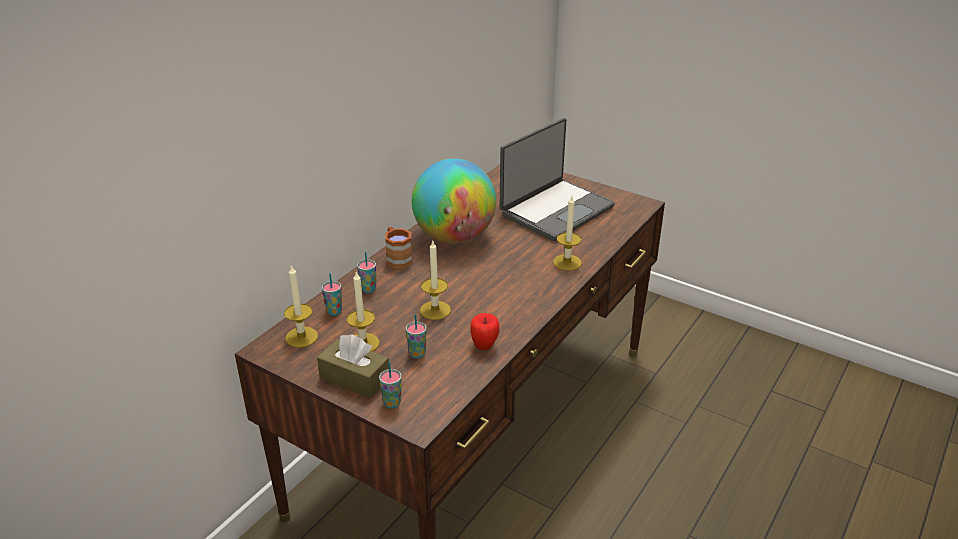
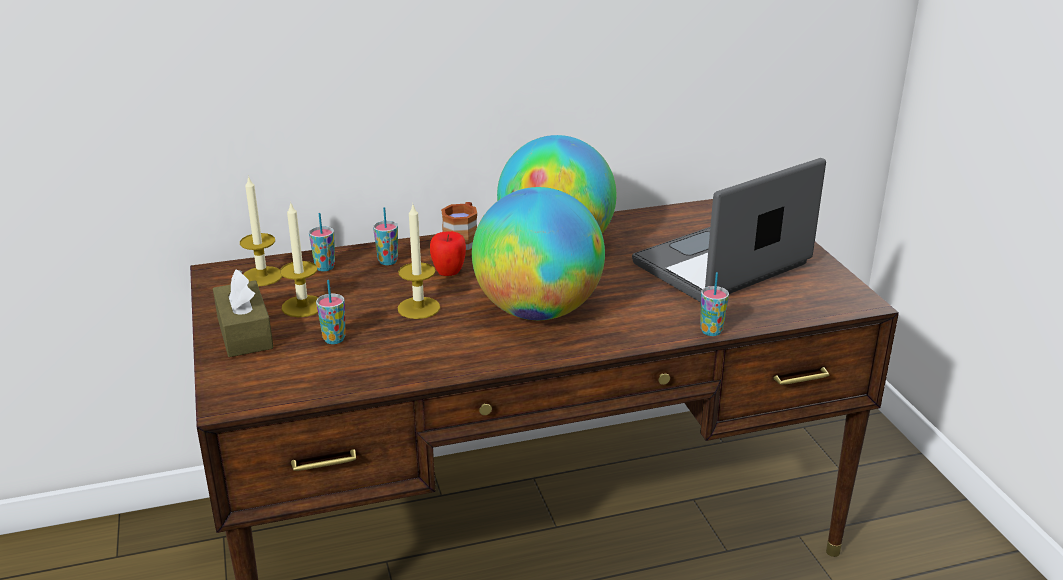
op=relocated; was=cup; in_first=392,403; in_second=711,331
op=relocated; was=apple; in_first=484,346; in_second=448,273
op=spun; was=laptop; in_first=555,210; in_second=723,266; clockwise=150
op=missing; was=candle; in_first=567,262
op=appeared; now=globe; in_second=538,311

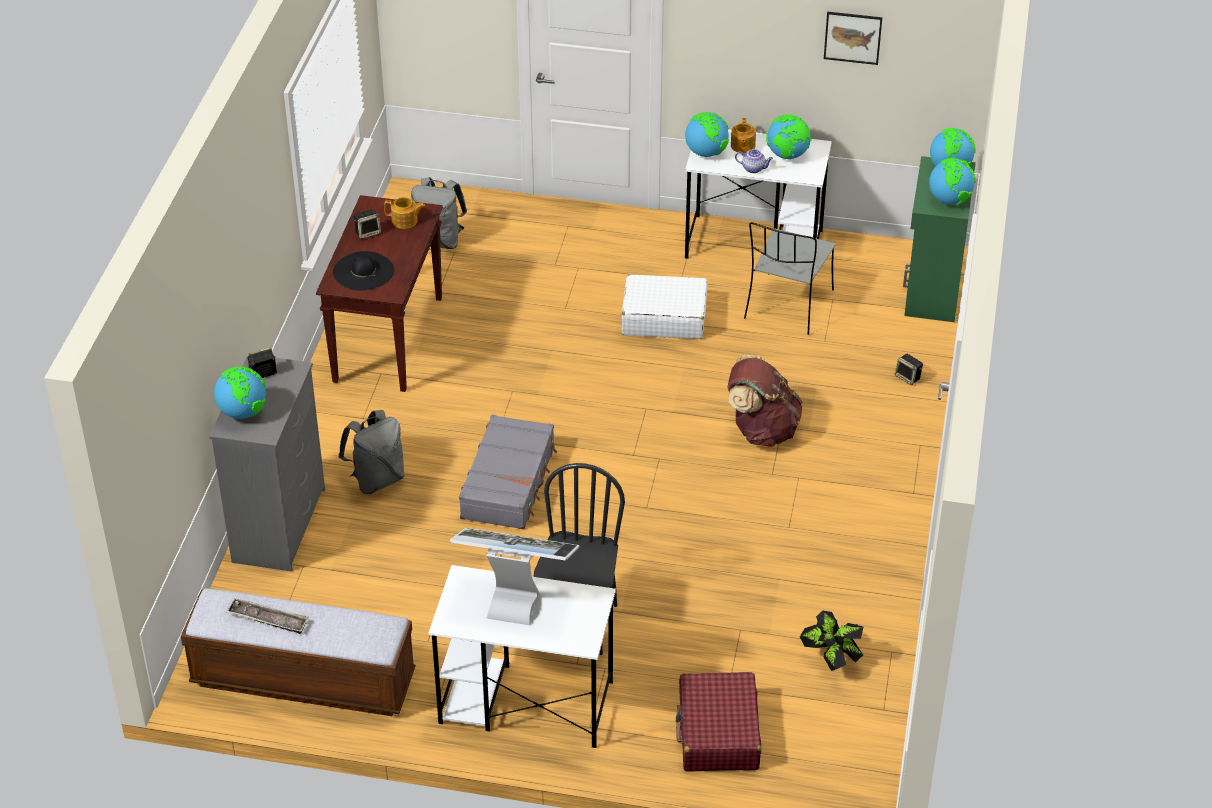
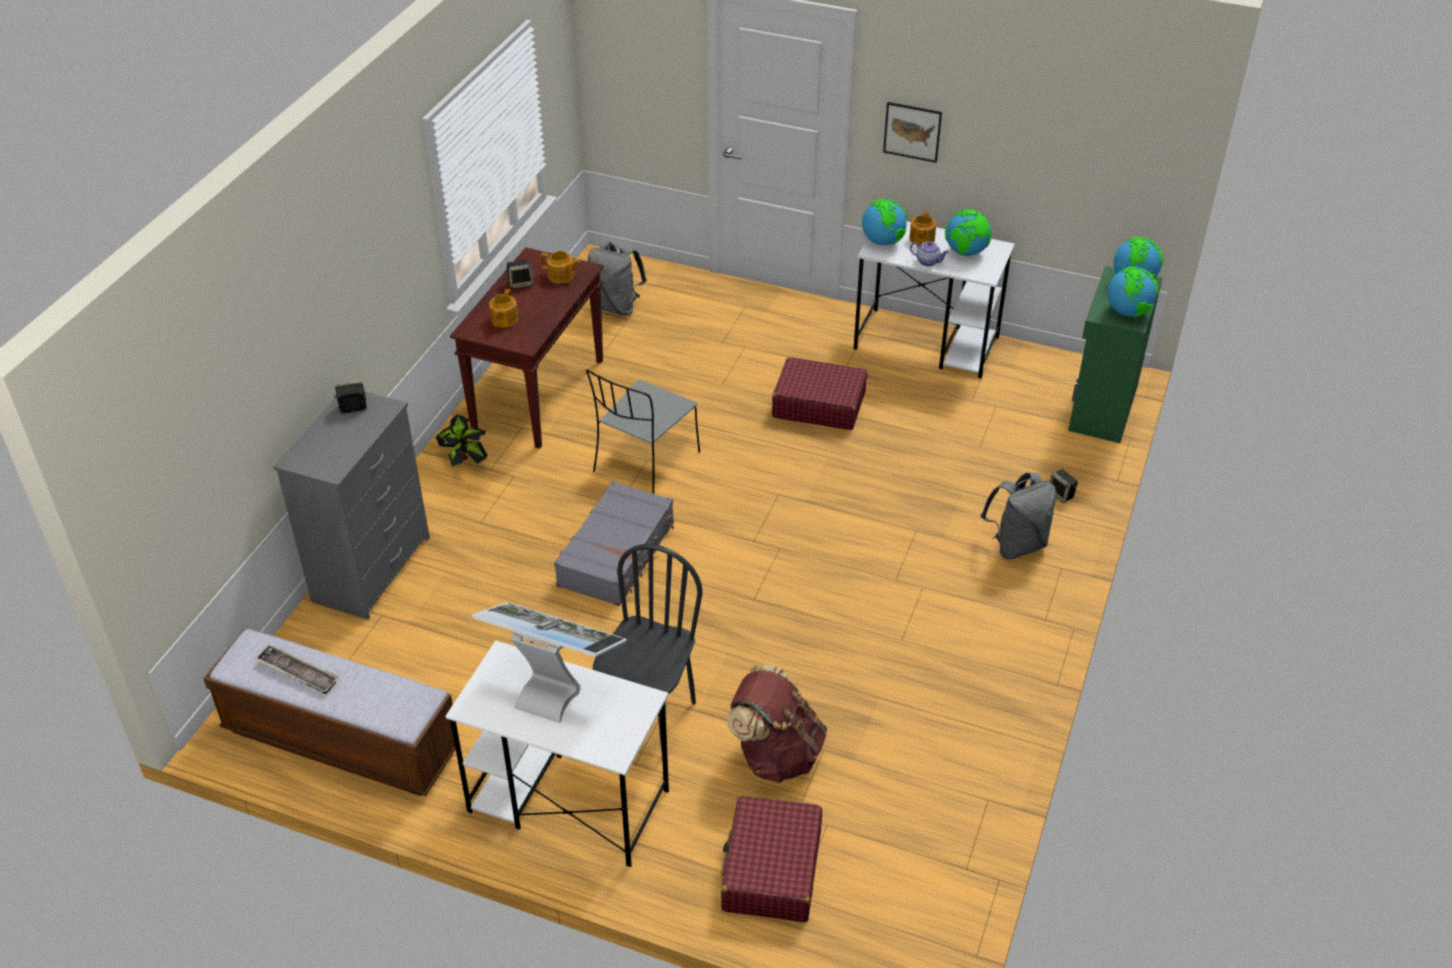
op=missing; was=globe; in_first=243,412
op=exchanged; was=hat in black; now=teapot; in_first=363,271; in_second=504,320
op=relocated; was=backpack in grey; in_first=377,479; in_second=1016,545
op=colour; was=suitcase in white; now=suitcase in red; in_first=663,317; in_second=818,404
op=relocated; was=backpack in brown; in_first=761,430; in_second=776,754
op=relocated; was=chair in grey; in_first=788,306; in_second=645,464
op=relocated; was=potted plant; in_first=831,660; in_second=465,462
op=relocated; was=picture; in_first=852,37; in_second=912,131

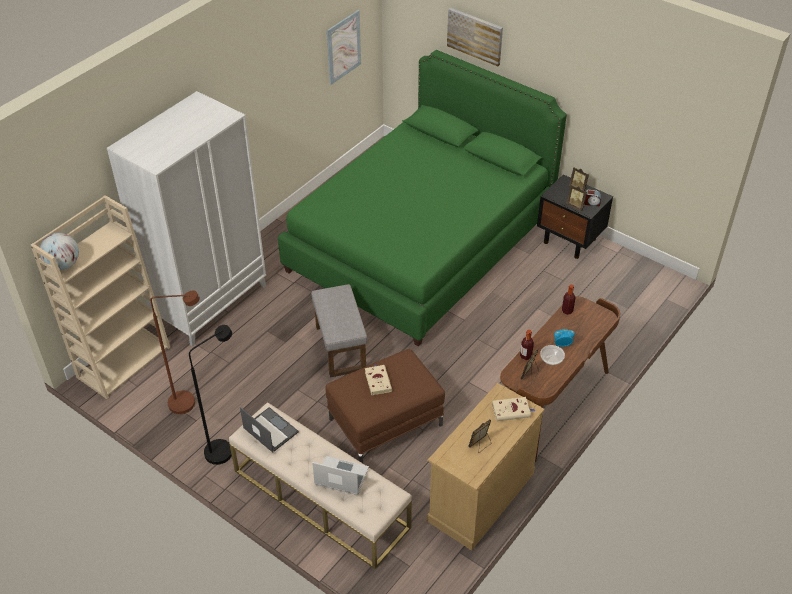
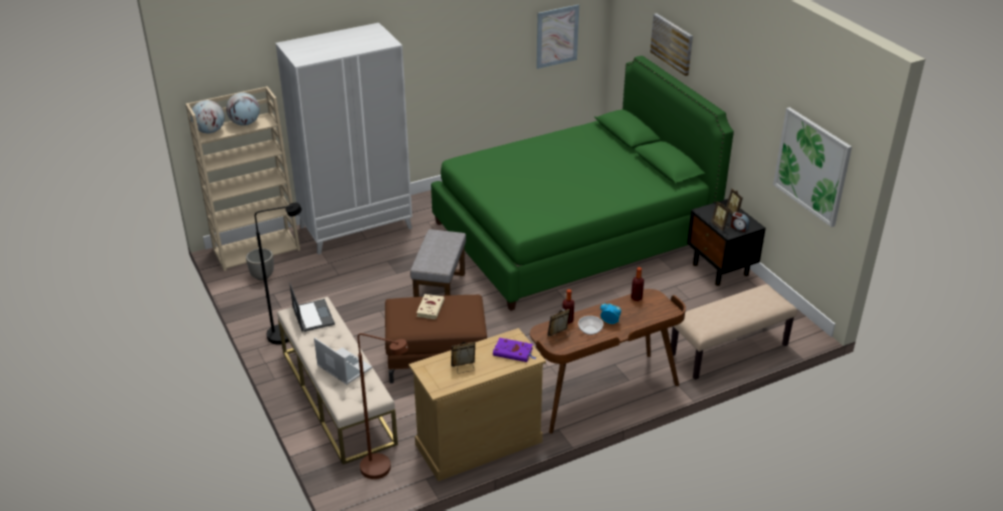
op=relocated; was=floor lamp in brown; in_first=189,402; in_second=384,469
op=colour; was=book in beige; now=book in purple; in_first=512,411; in_second=514,352
op=appeared; now=globe; in_second=245,123
op=appeared; now=planter; in_second=262,276
op=appeared; now=bench in beige; in_second=729,350
op=appeared; now=picture; in_second=812,166

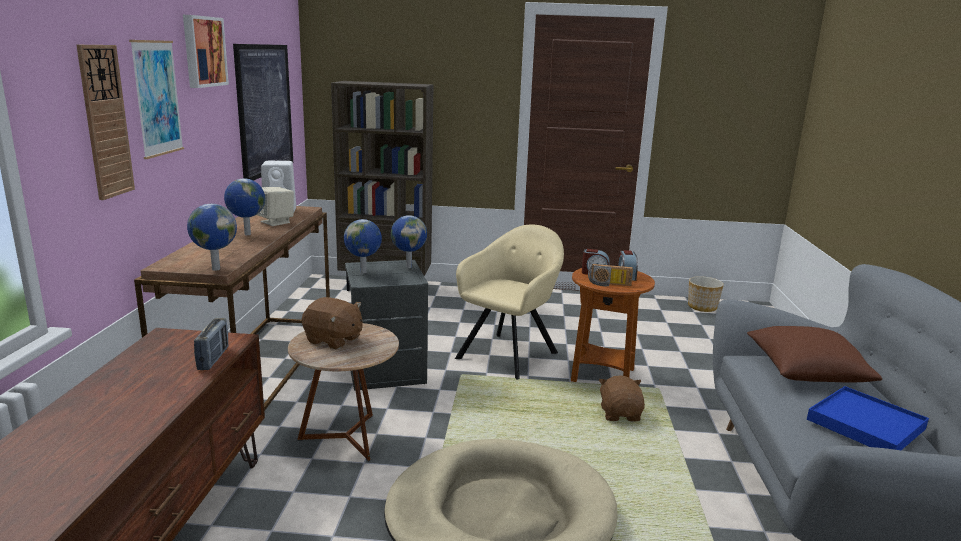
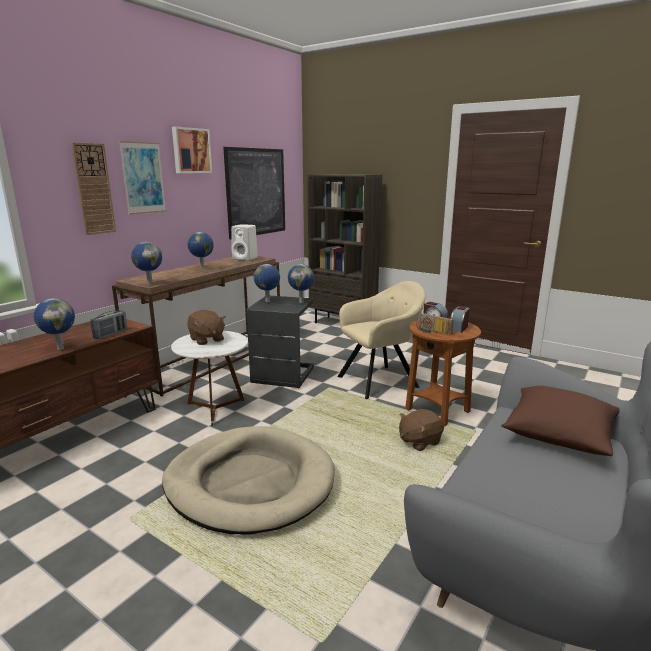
op=missing; was=speaker in beige; in_first=276,222
op=colour; was=side table in brown; now=side table in white; in_first=347,438; in_second=215,409
op=spun; was=plush toy in brown; in_first=620,414; in_second=419,441; clockwise=-150
op=missing; was=planter; in_first=702,307
op=missing; was=tray in blue; in_first=866,424
op=appeared; now=globe; in_second=60,348

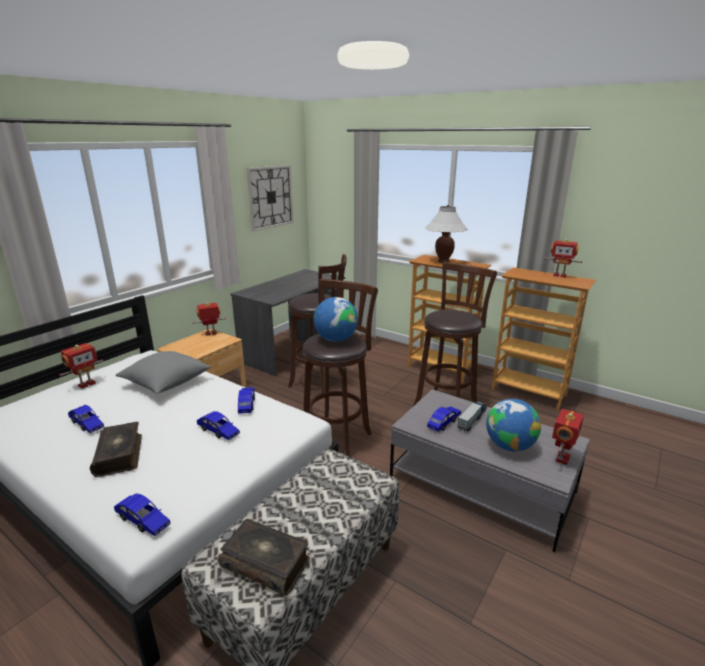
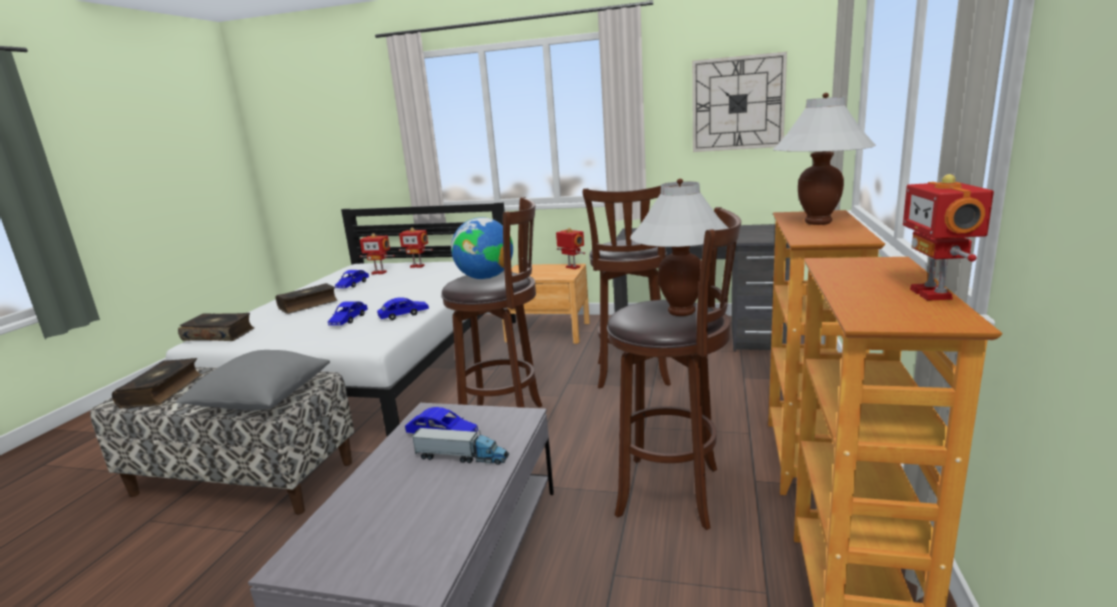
op=exchanged; was=toy car in blue; now=book; in_first=143,520; in_second=219,335
op=relocated; was=pillow in grey; in_first=166,383; in_second=262,400
op=missing; was=globe; in_first=509,446
op=relocated; was=toy robot; in_first=561,458; in_second=379,272
op=appeared; now=table lamp in white; in_second=681,312

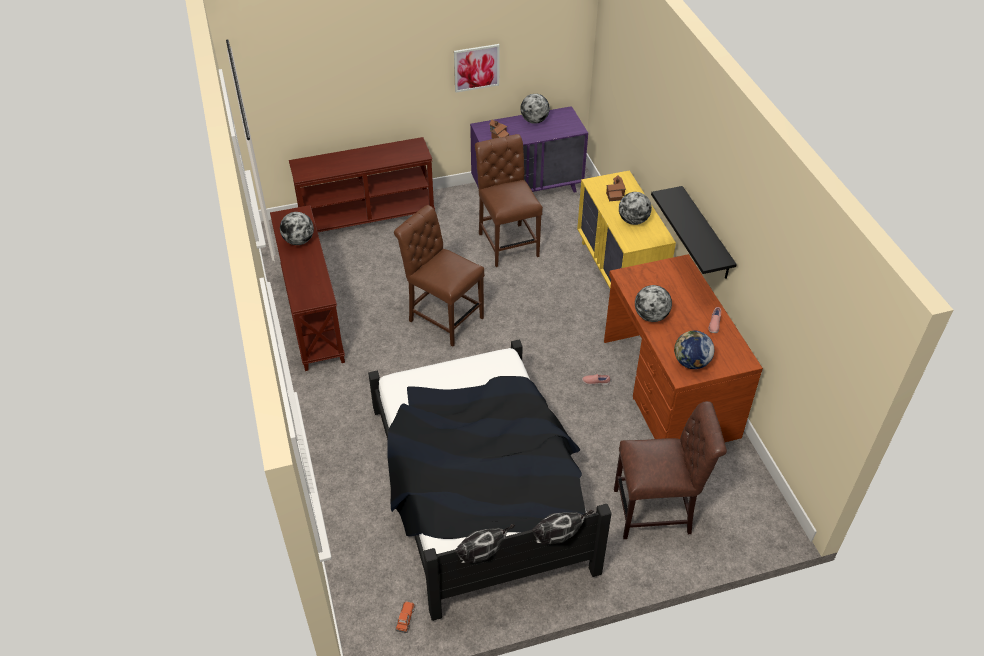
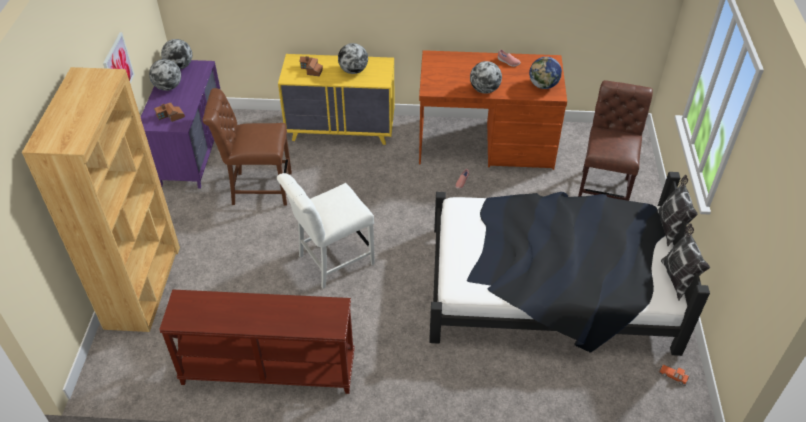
op=relocated; was=globe; in_first=299,241; in_second=179,66
op=exchanged; was=console table in brown; now=bookcase in brown; in_first=367,217; in_second=143,286
op=colour; was=chair in brown; now=chair in white; in_first=443,317; in_second=332,261
op=missing; was=shelf in black; in_first=706,234

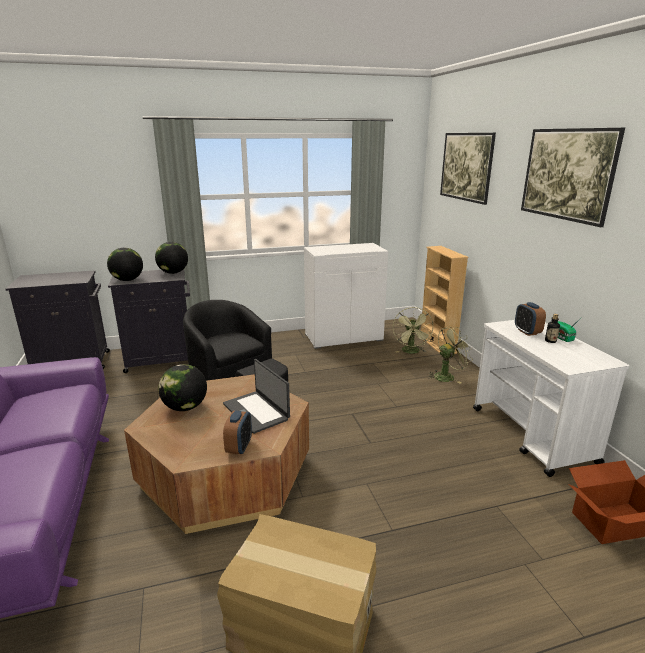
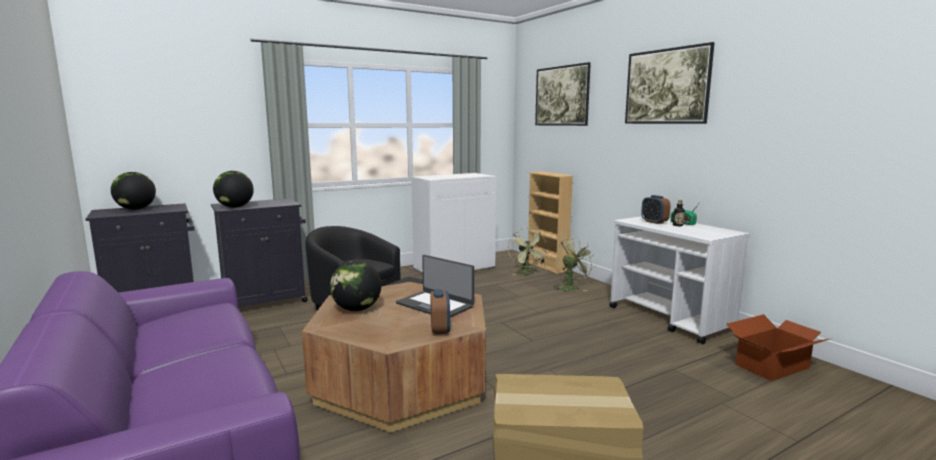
op=relocated; was=globe; in_first=173,273; in_second=136,209

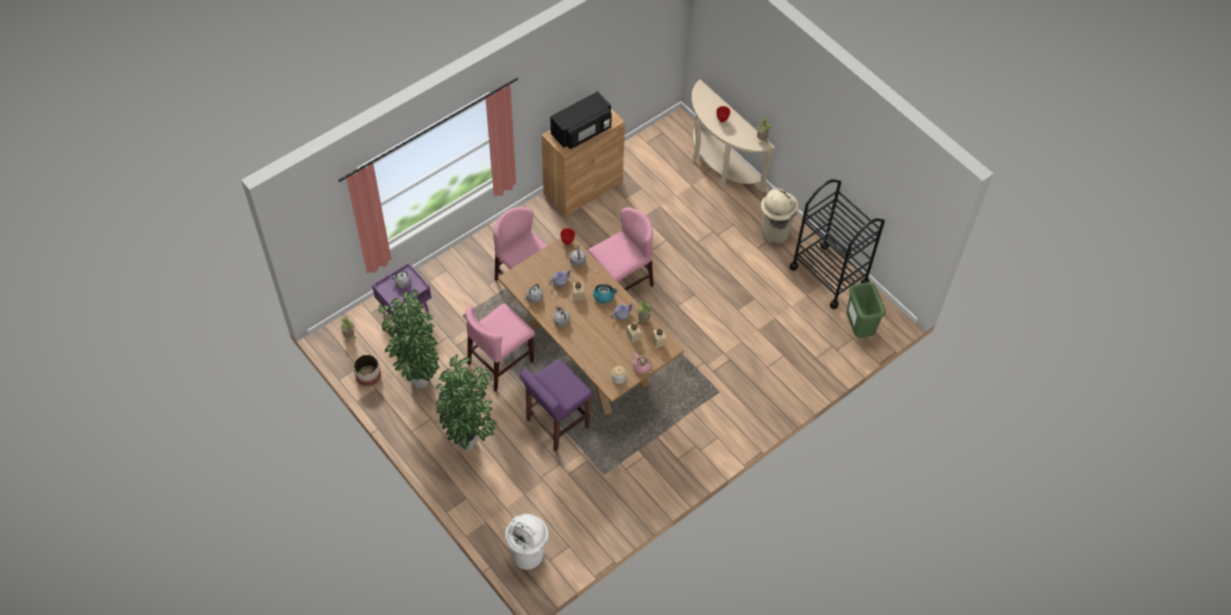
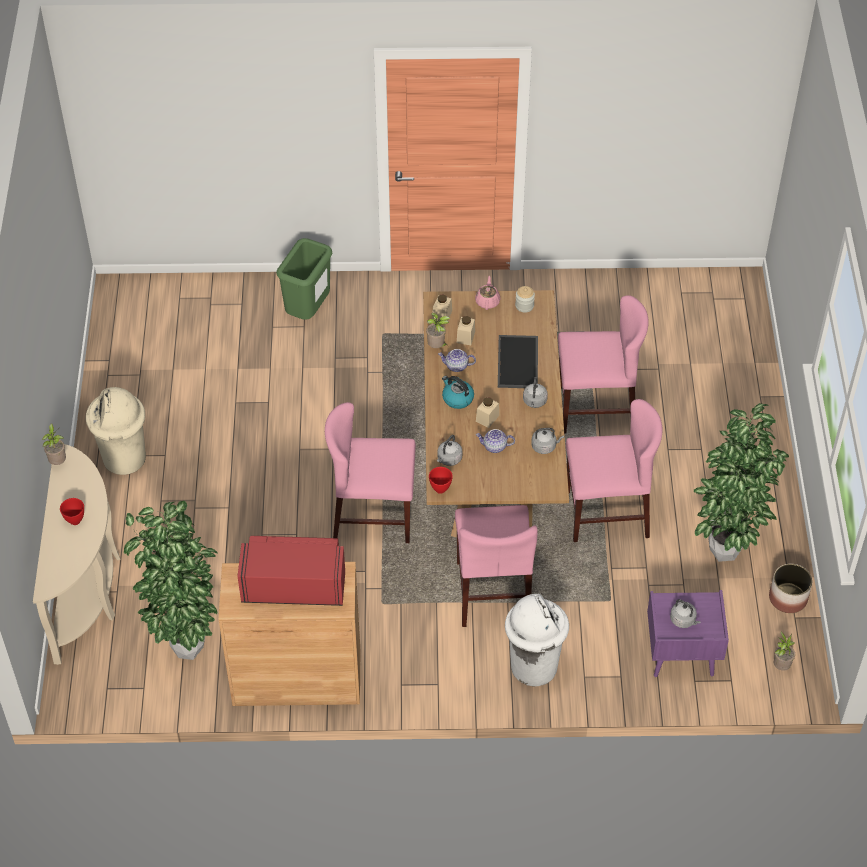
op=relocated; was=potted plant; in_first=469,443; in_second=186,646
op=relocated; was=trash can in white; in_first=528,555; in_second=533,665
op=exchanged; was=stool in purple; now=chair in pink; in_first=556,424; in_second=595,409
op=colour; was=microwave in black; now=microwave in red; in_first=582,131; in_second=294,585
op=missing; was=cart in black; in_first=829,275
op=relocated; was=trash can in green; in_first=858,328; in_second=308,311
op=appeared; now=tray; in_second=519,362

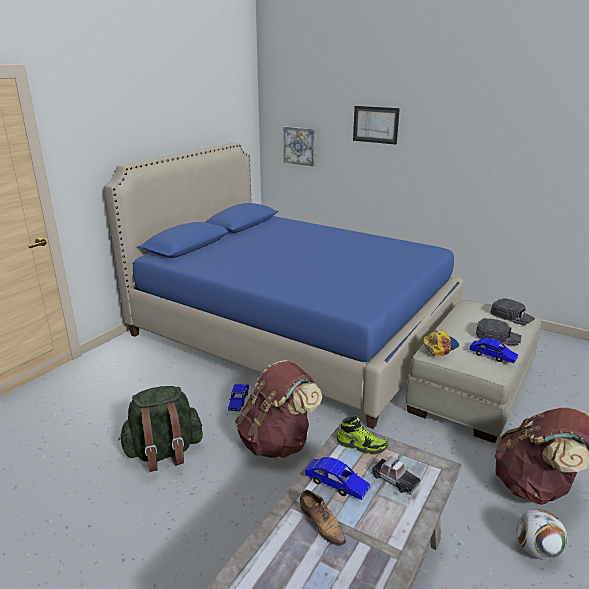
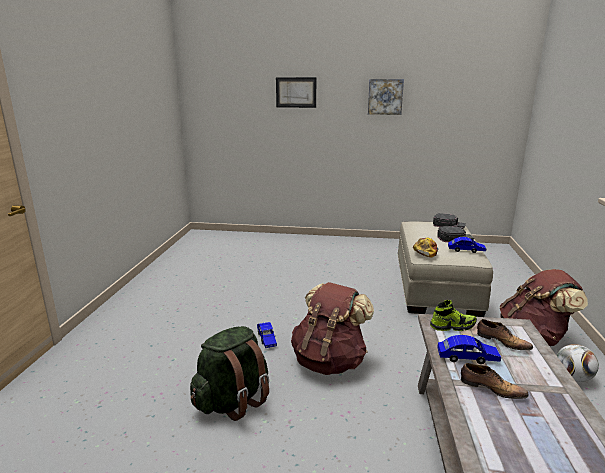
op=missing; was=bed in blue; in_first=293,331
op=relocated; was=picture; in_first=300,145; in_second=385,96
op=exchanged; was=toy car; now=shoe; in_first=394,479; in_second=502,342

